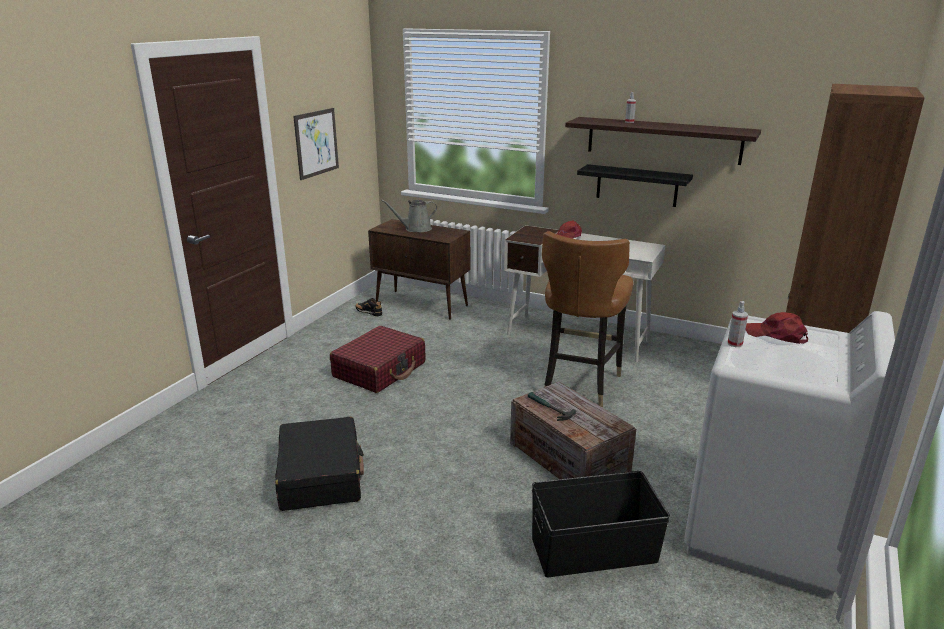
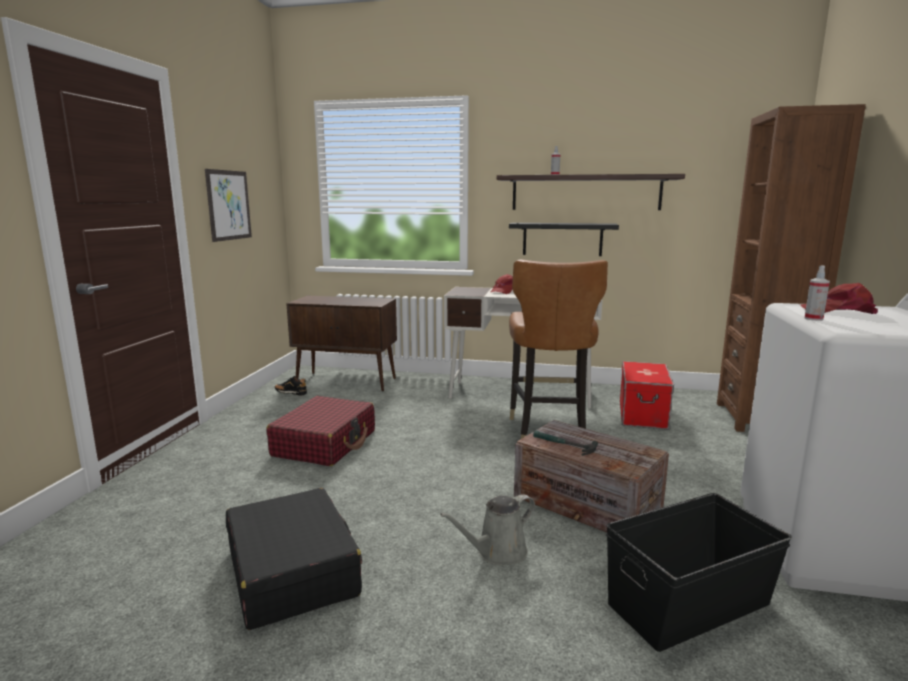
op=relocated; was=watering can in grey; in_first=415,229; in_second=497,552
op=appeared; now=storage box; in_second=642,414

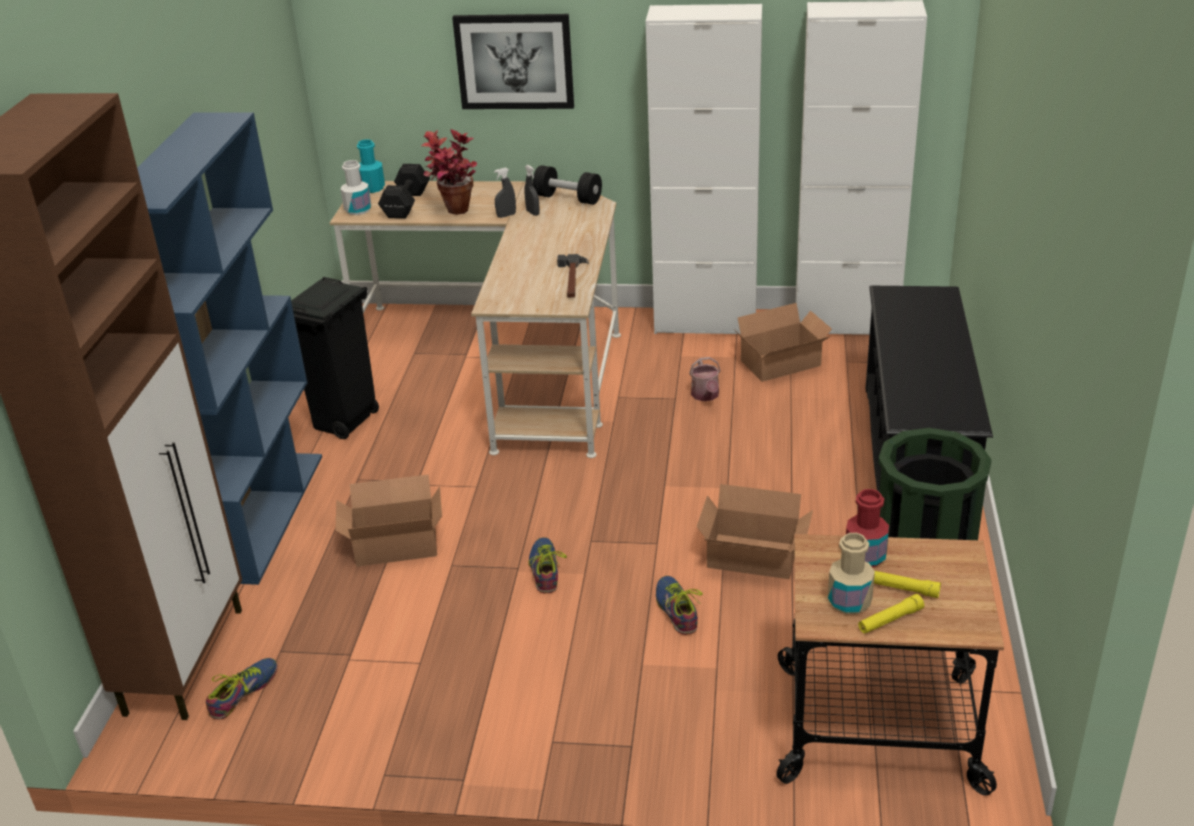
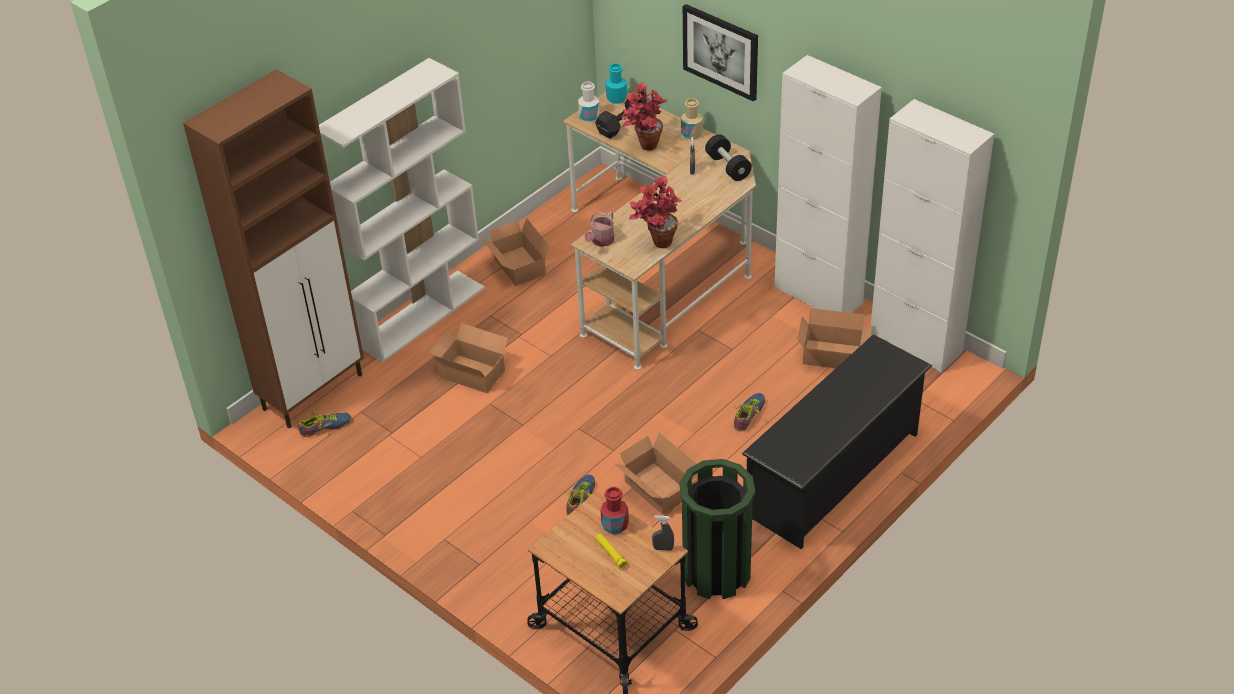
op=colour; was=bookcase in blue; now=bookcase in white; in_first=263,515; in_second=421,315
op=exchanged; was=trash can in black; now=cardboard box; in_first=344,423; in_second=518,267
op=relocated; was=spray bottle in grey; in_first=506,215; in_second=663,548
op=relocated; was=shoe; in_first=544,570; in_second=748,414
op=exchanged; was=hammer; now=potted plant; in_first=572,279; in_second=655,244
op=relocated; was=watering can; in_first=706,396; in_second=601,241
op=relocated; was=bottle in beige; in_first=849,602; in_second=692,134
op=missing; was=flashlight in yellow; in_first=890,620

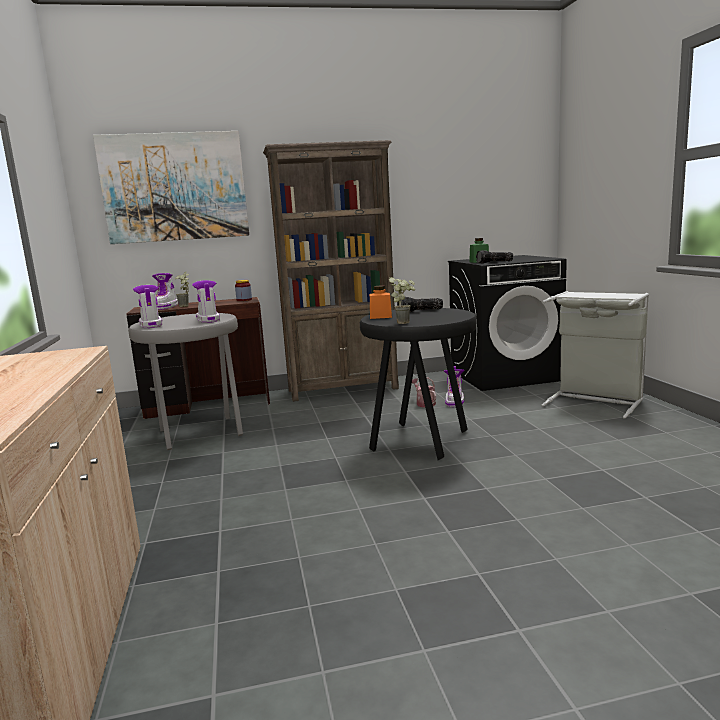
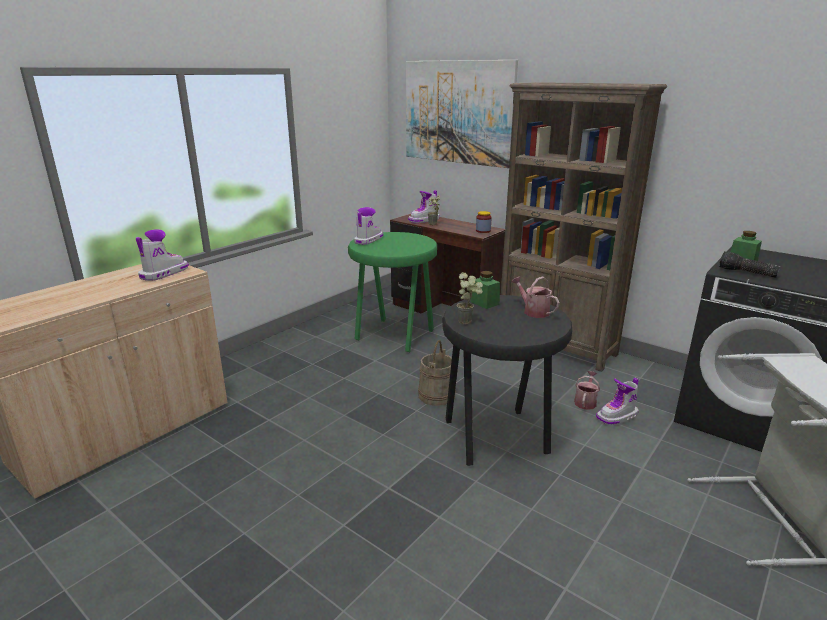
op=colour; was=stool in grey; now=stool in green; in_first=198,433; in_second=393,335
op=relocated; was=boot; in_first=208,320; in_second=163,273
op=colour; was=jar in orange; now=jar in green; in_first=380,316; in_second=484,303
op=exchanged; was=flashlight; now=watering can; in_first=420,311; in_second=533,311
op=appeared; now=bucket in beige; in_second=436,395

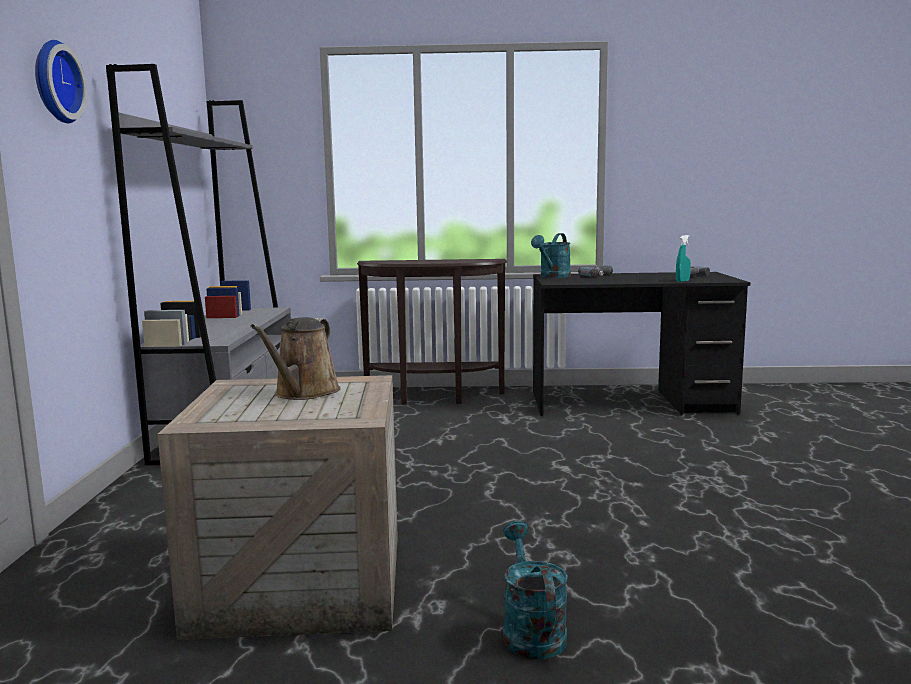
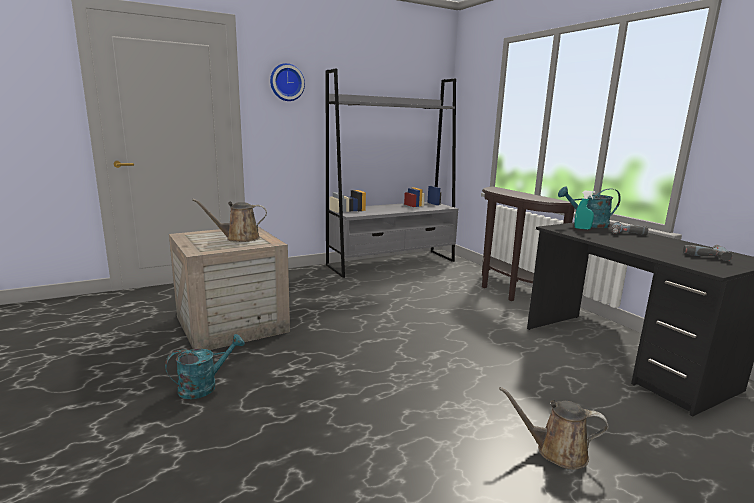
op=relocated; was=spray bottle in turquoise; in_first=682,281; in_second=582,228
op=appeared; now=watering can in brown; in_second=556,451

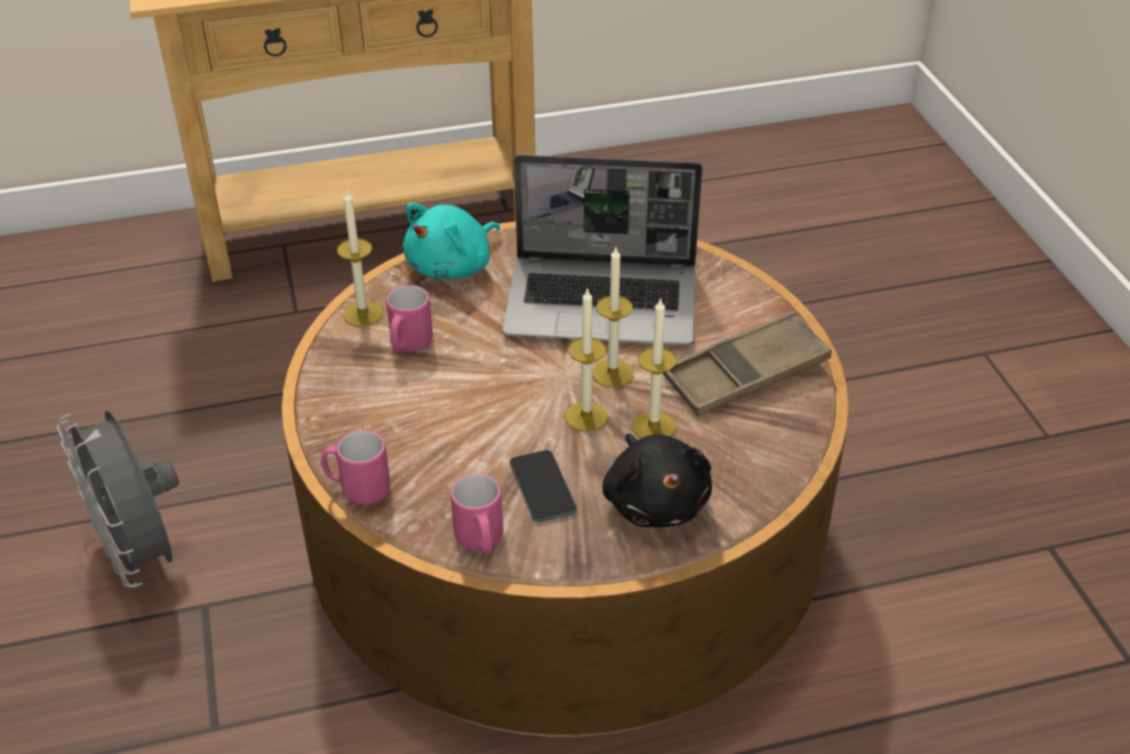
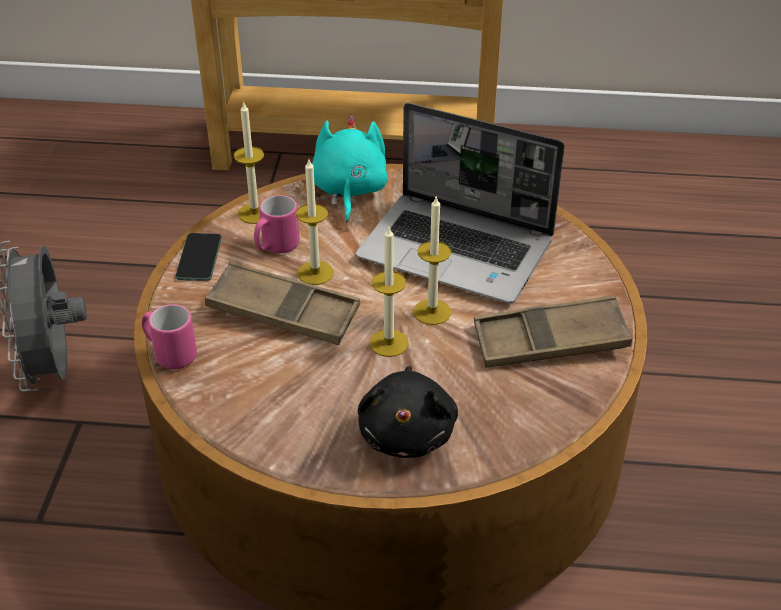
op=spun; was=plush toy in turquoise; in_first=453,266; in_second=348,191; clockwise=120
op=missing; was=mug in pink; in_first=481,542
op=relocated; was=phone; in_first=542,487; in_second=199,258
op=relocated; was=candle; in_first=653,426; in_second=315,273
op=appeared; now=tray in brown; in_second=283,312

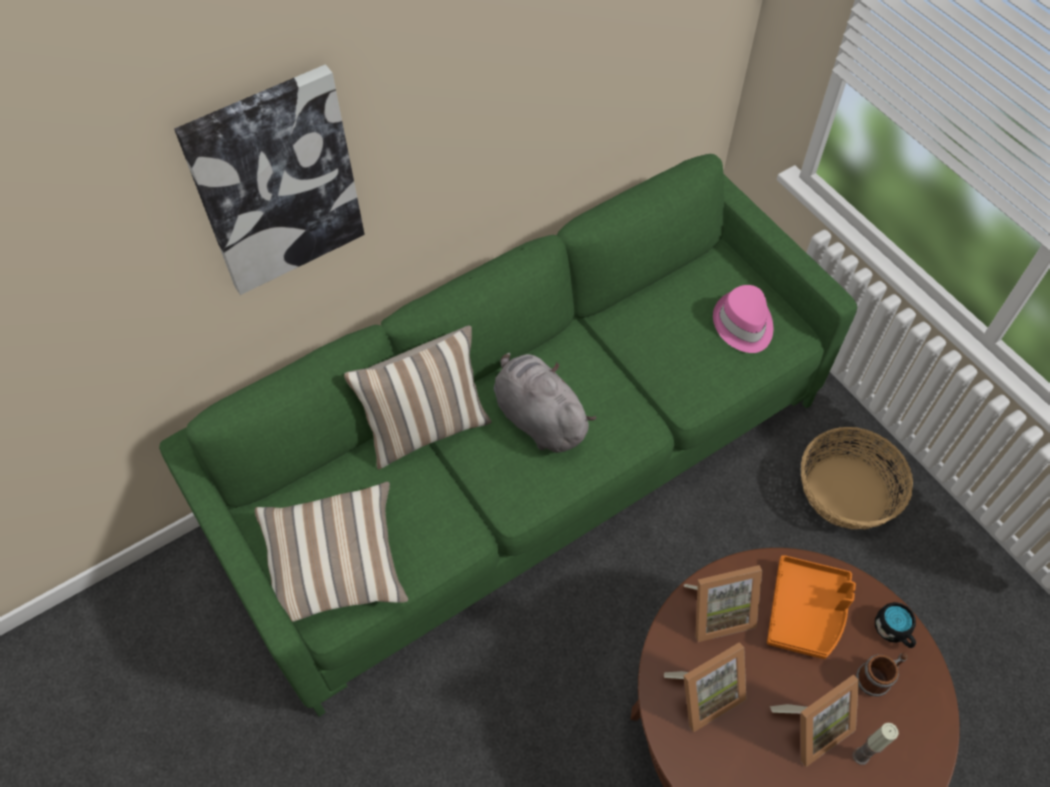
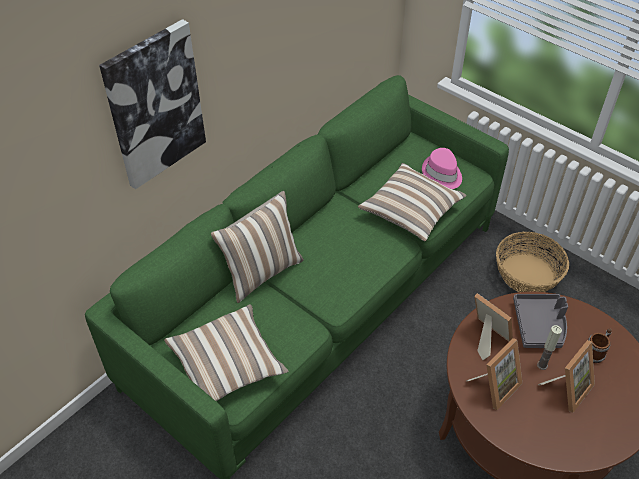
op=missing; was=plush toy in grey; in_first=538,417
op=spun; was=picture frame; in_first=717,611; in_second=485,337; clockwise=-105
op=colour; was=tray in orange; now=tray in grey; in_first=806,612; in_second=539,325
op=relocated; was=candle; in_first=861,756; in_second=542,365
op=missing; was=mug in black; in_first=894,631
op=appeared; now=pillow; in_second=411,212

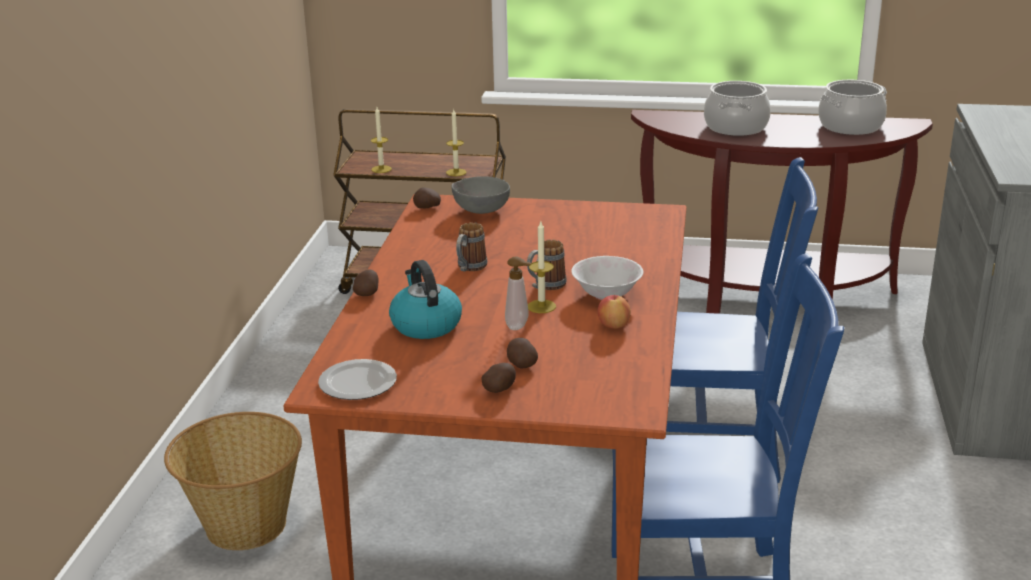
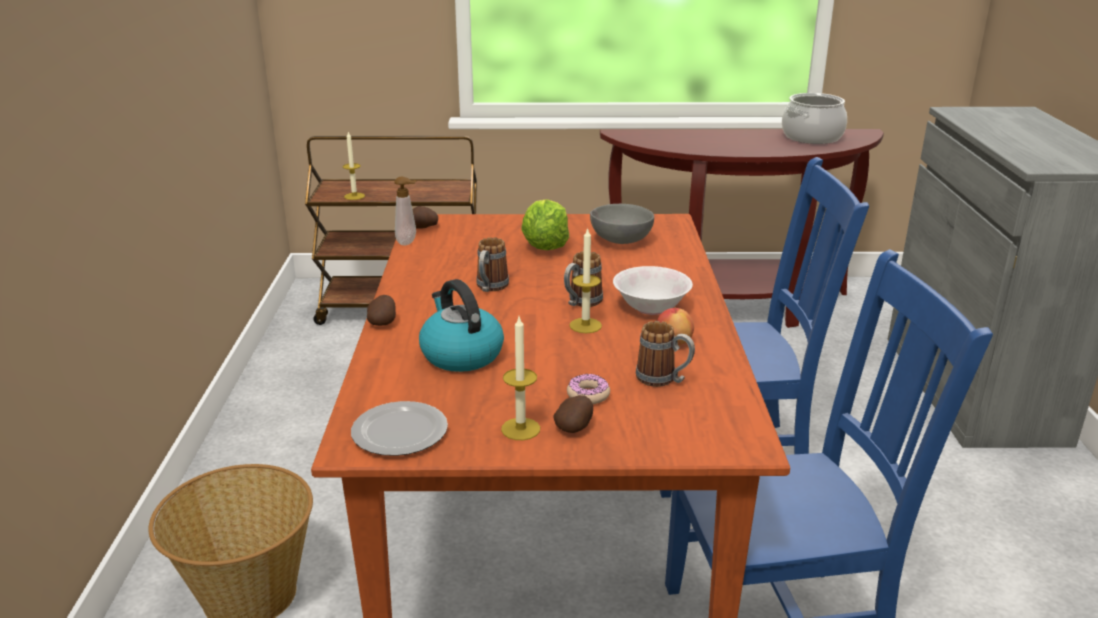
op=relocated; was=candle; in_first=456,172; in_second=520,429
op=relocated; was=bowl in grey; in_first=480,210; in_second=619,241
op=relocated; was=soap dispenser; in_first=519,326; in_second=408,242
op=exchanged; was=potato; now=donut; in_first=521,364; in_second=588,395
op=missing; was=cooking pot; in_first=735,127
op=appeared; now=lettuce; in_second=545,246
op=appeared; now=mug; in_second=663,380

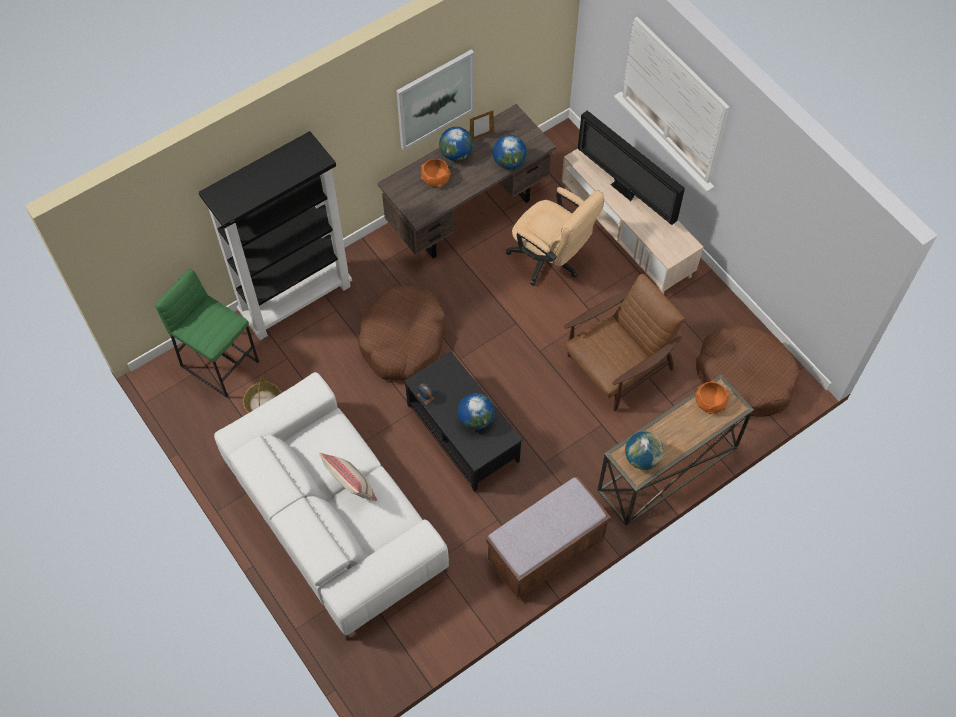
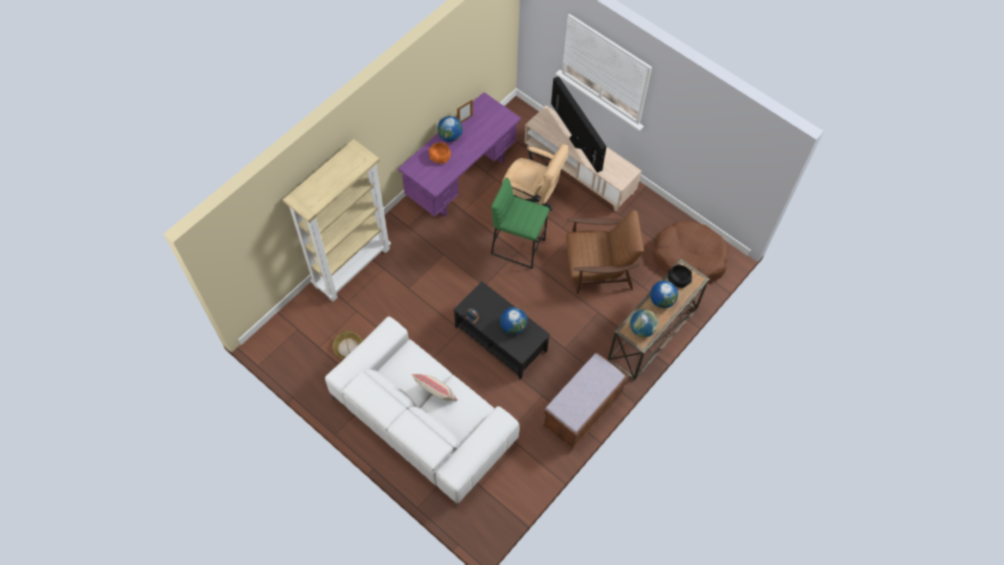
op=relocated; was=stool in green; in_first=220,363; in_second=518,246
op=colour; was=bookcase in black; now=bookcase in beige; in_first=296,299; in_second=352,266
op=missing; was=dog bed in brown; in_first=403,340
op=colour; was=desk in brown; now=desk in purple; in_first=468,212; in_second=461,178
op=missing; was=picture; in_first=435,99
op=relocated; was=globe; in_first=509,162; in_second=662,300
op=spun; was=armchair in brown; in_first=618,365; in_second=598,267; clockwise=45
op=spun; was=television; in_first=624,192; in_second=576,141; clockwise=-150
op=colour; was=bowl in orange; now=bowl in black; in_first=710,401; in_second=678,279

